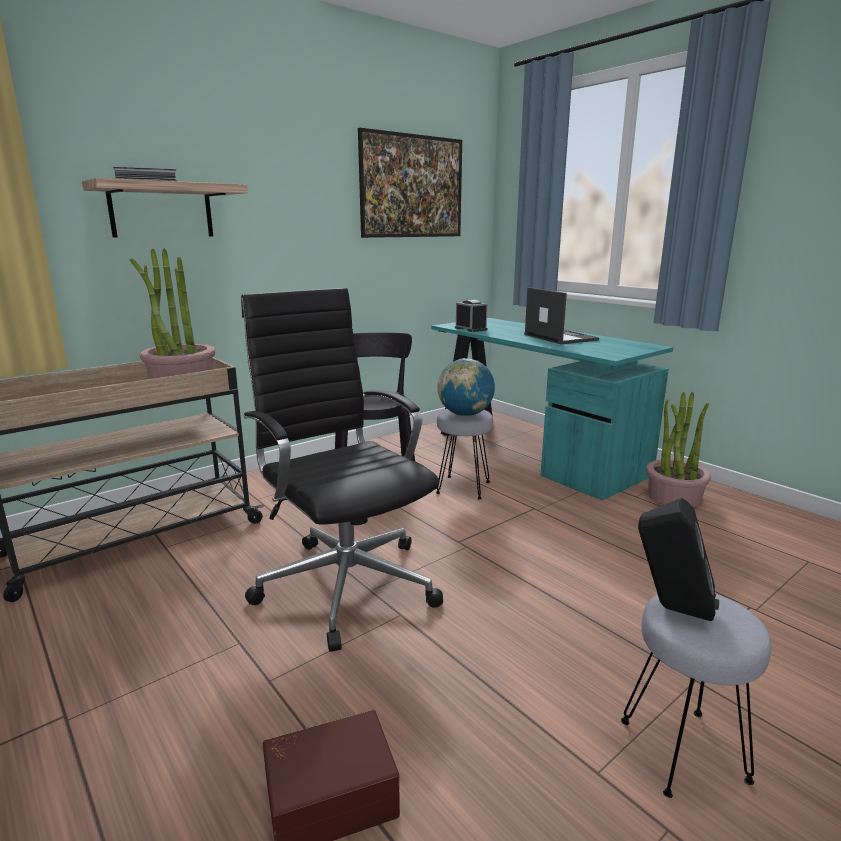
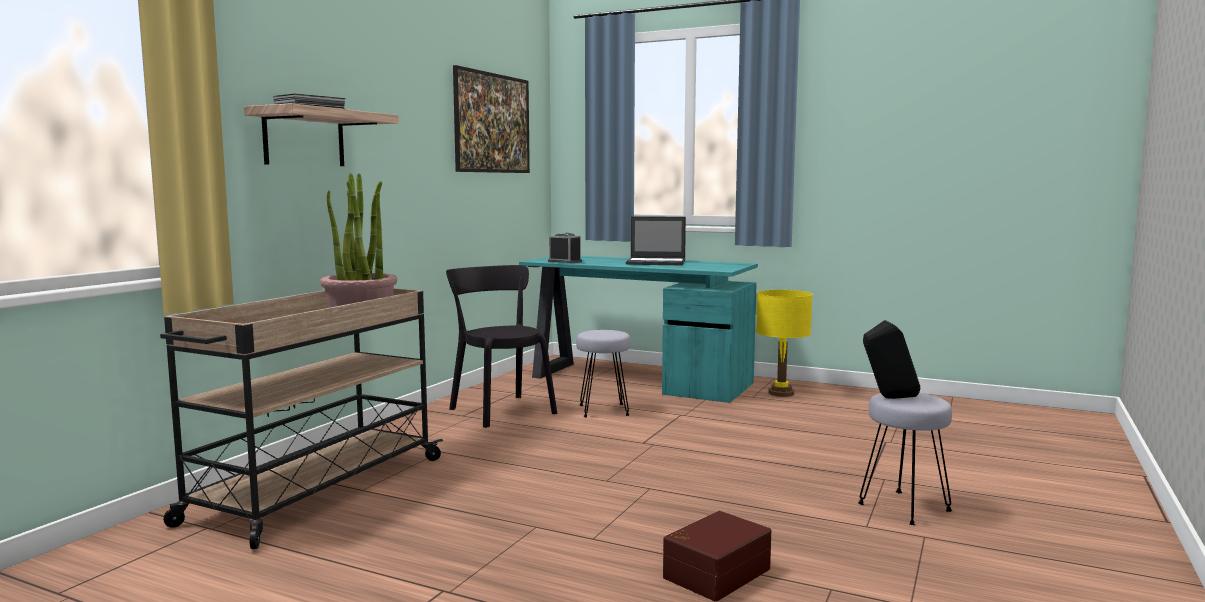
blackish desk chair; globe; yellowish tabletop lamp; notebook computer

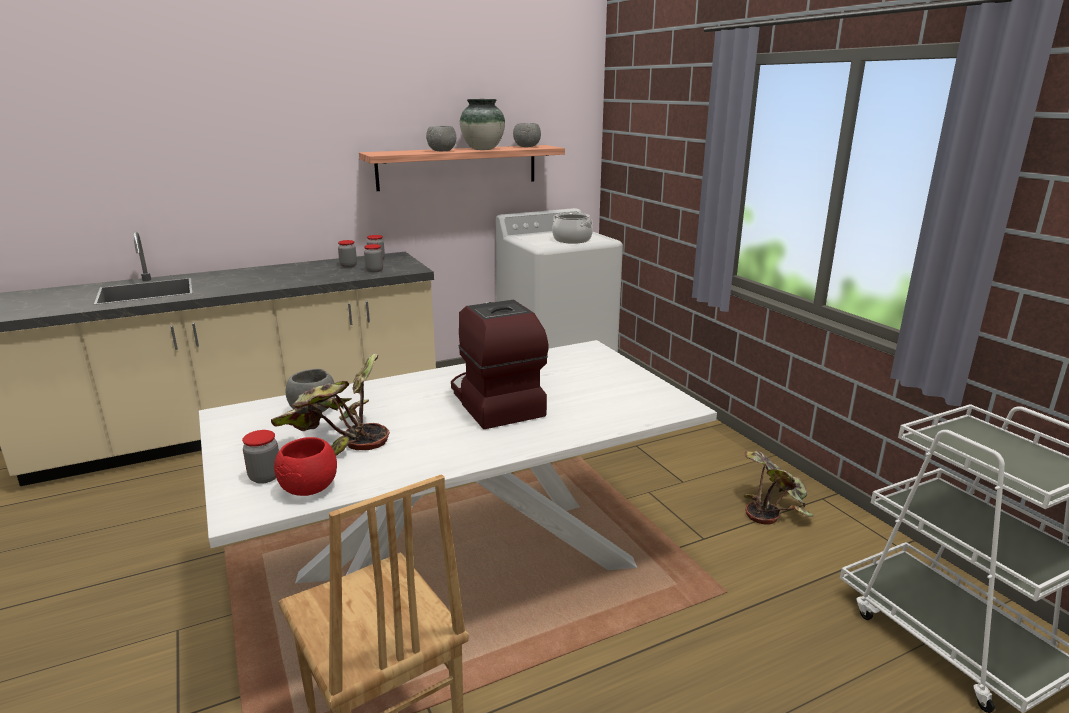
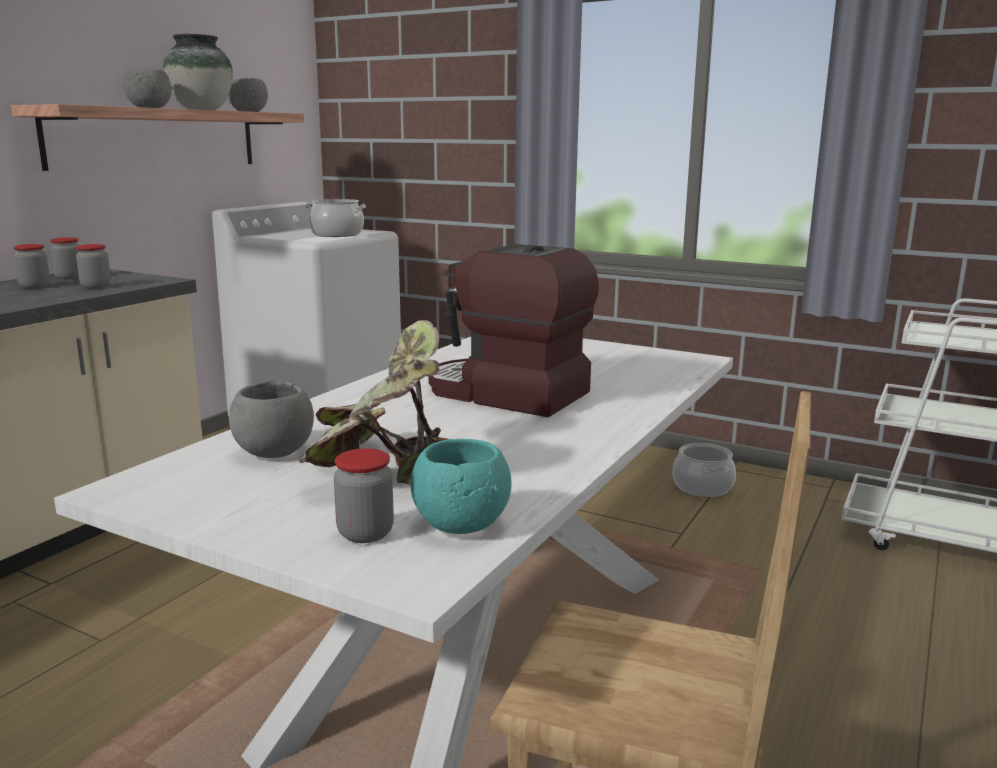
cooking pot (2nd from left); turquoise-coloured serving bowl

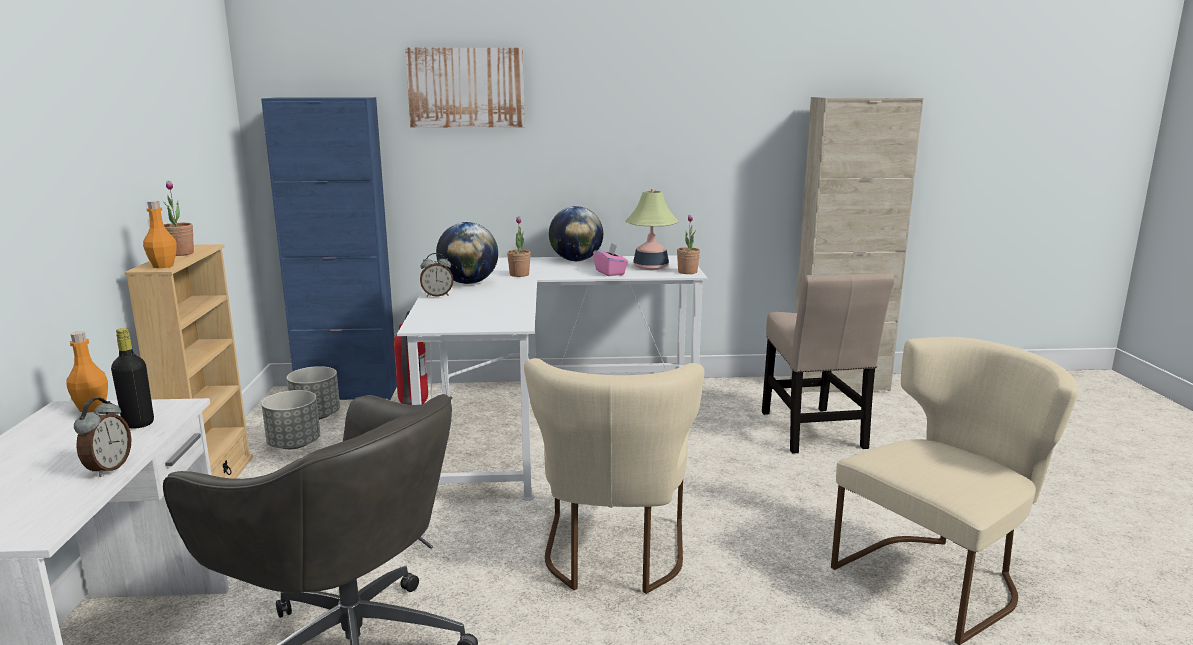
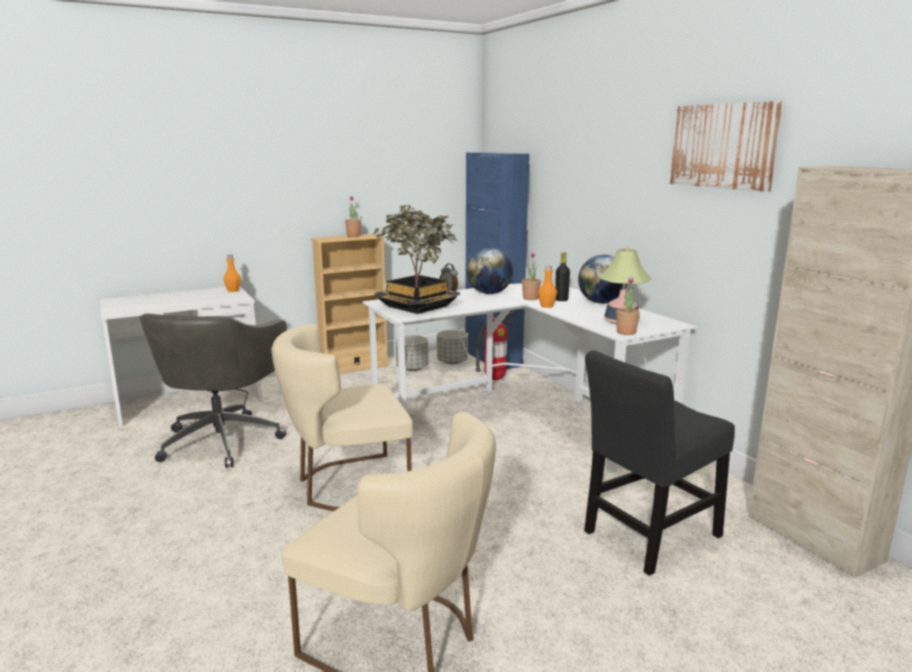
alarm clock (1st from left in the first image); pink-coloured box of tissues; plant in a pot (2nd from left); blackish beverage bottle; orange beverage bottle (2nd from left); wall art; blackish upright chair

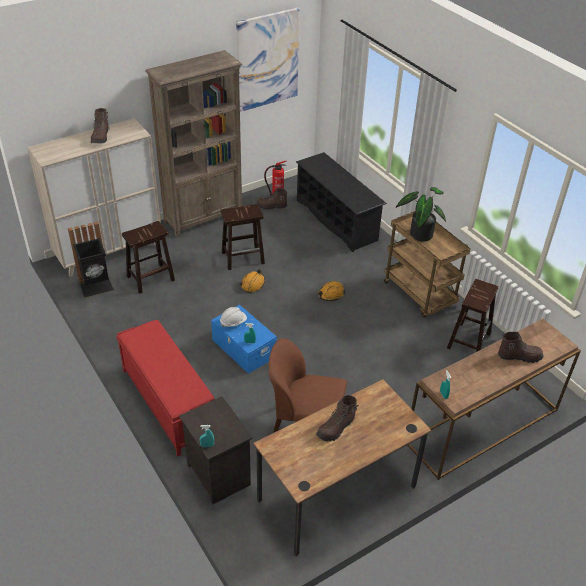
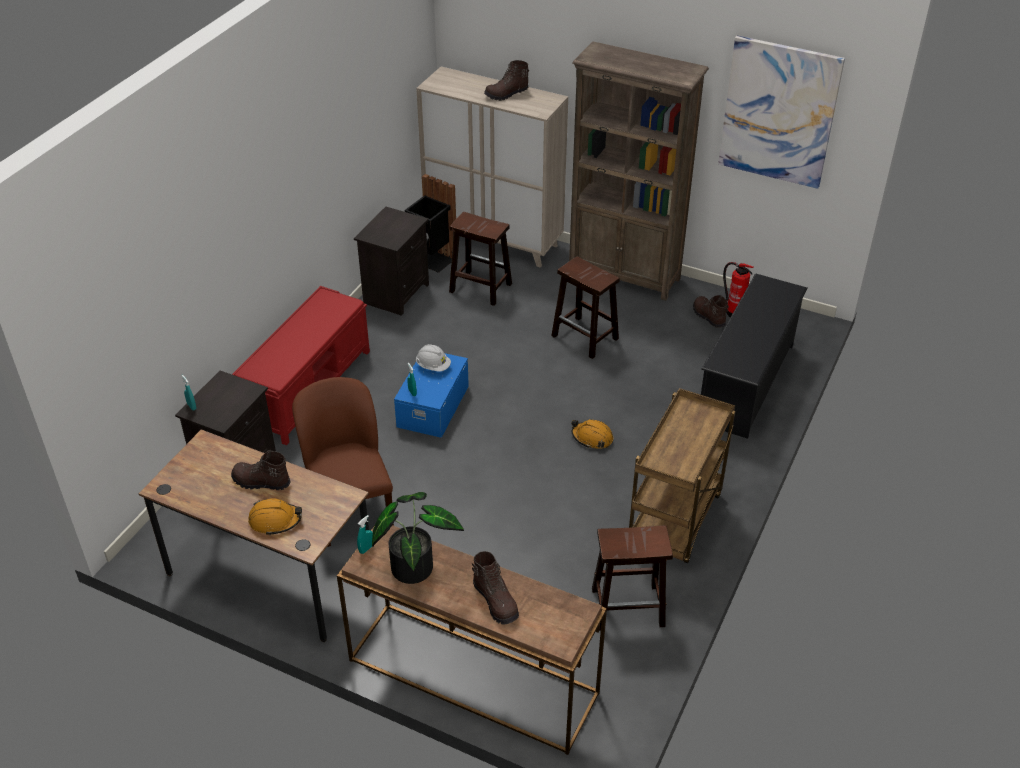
blackish bedside table (2nd from left); orange work helmet (1st from left); plant in a pot

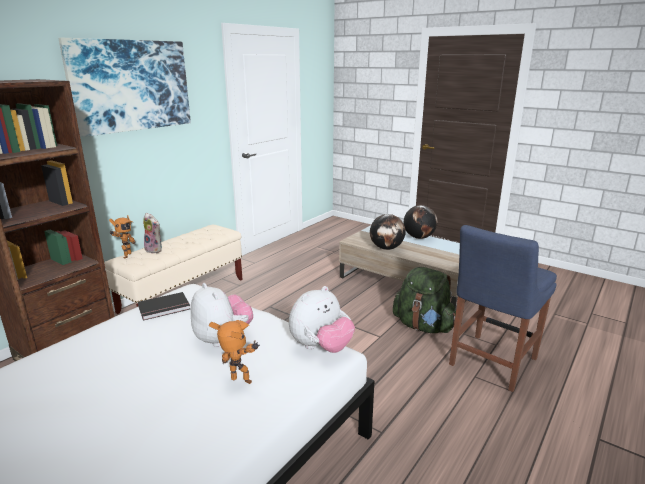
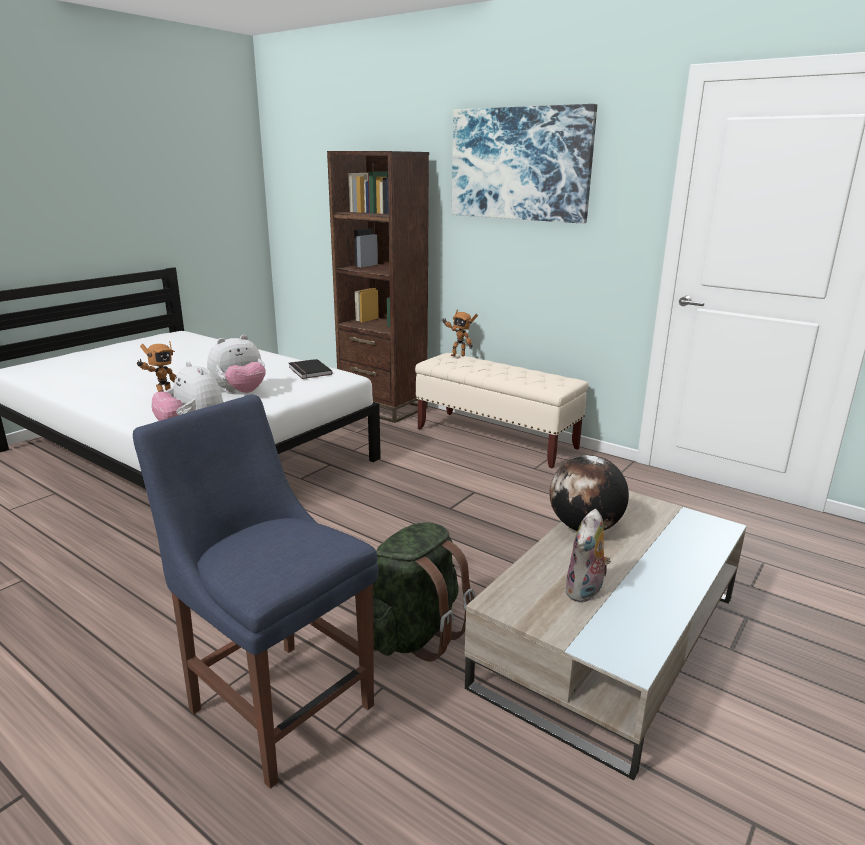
globe (2nd from left in the first image); cuddly toy (3rd from left)

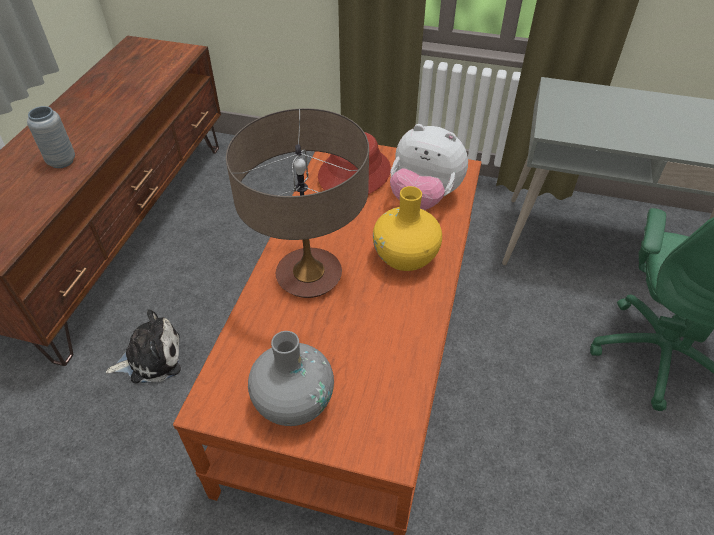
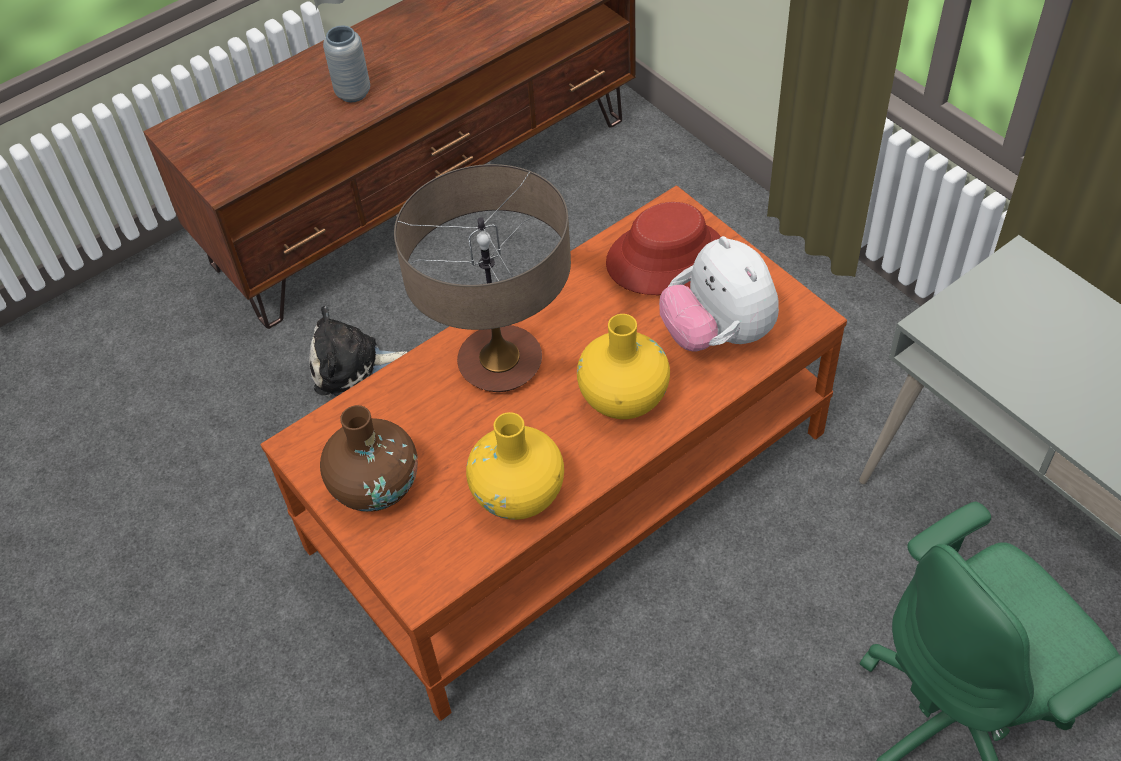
yellowish vase (1st from left); brownish vase; cuddly toy (1st from left)

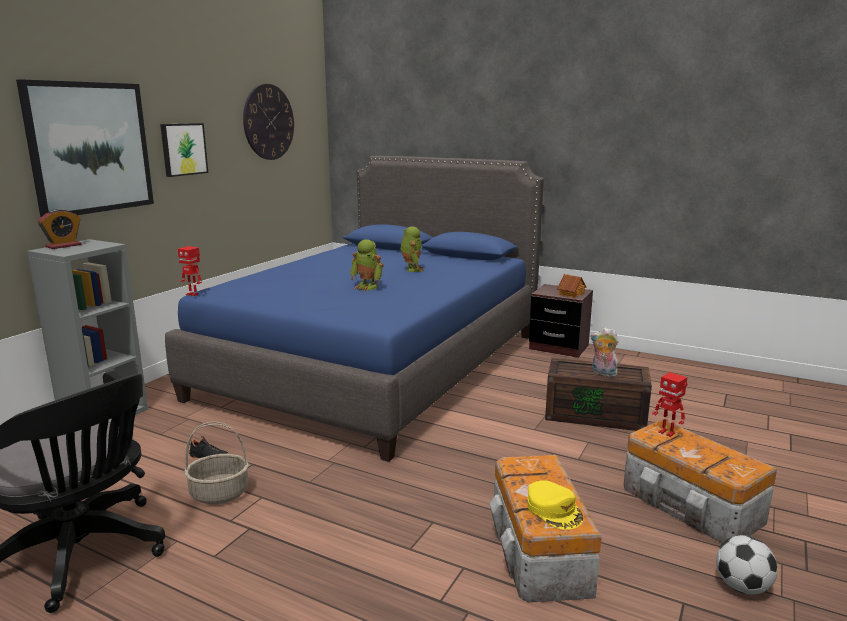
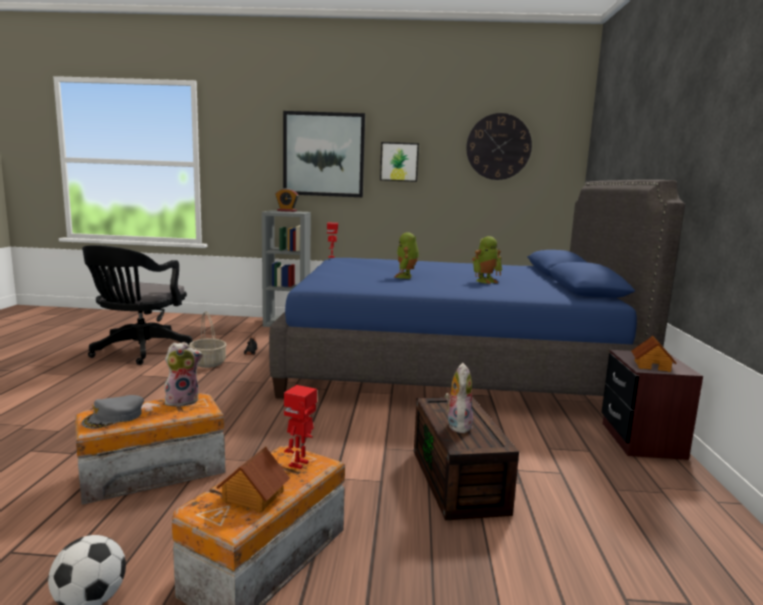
cuddly toy (1st from left); miniature house (1st from left); greyish cap

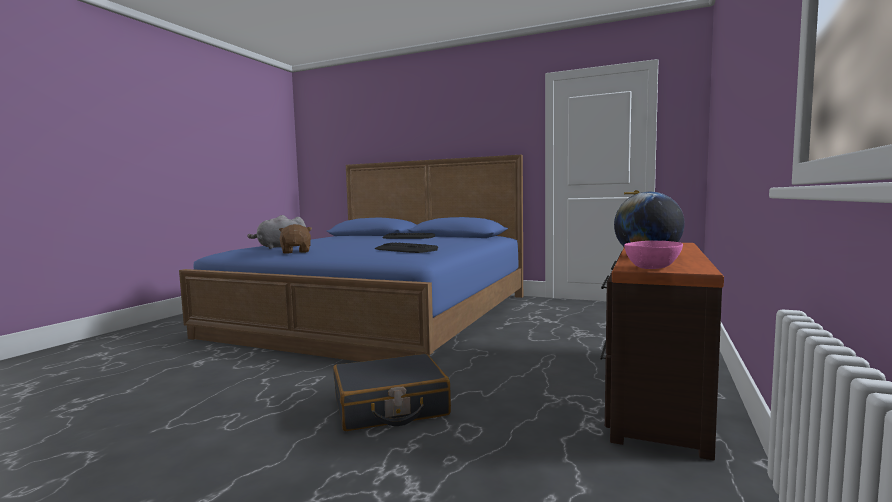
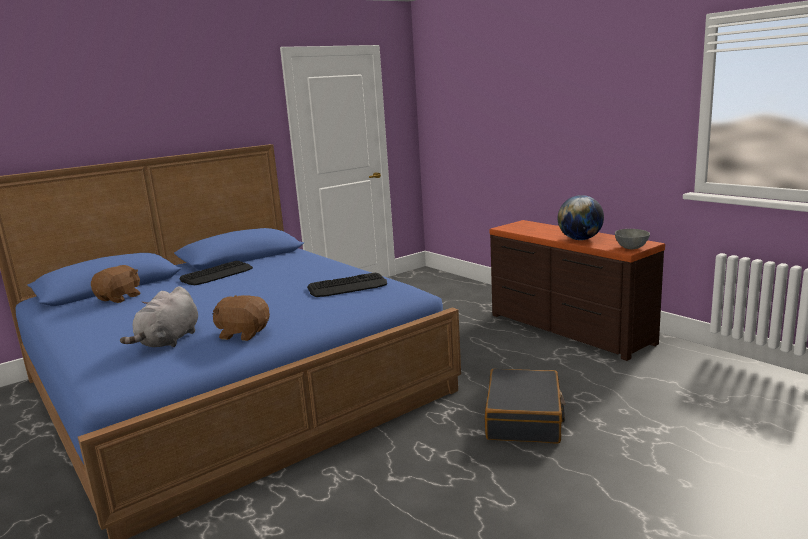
brownish cuddly toy (1st from left); greyish serving bowl

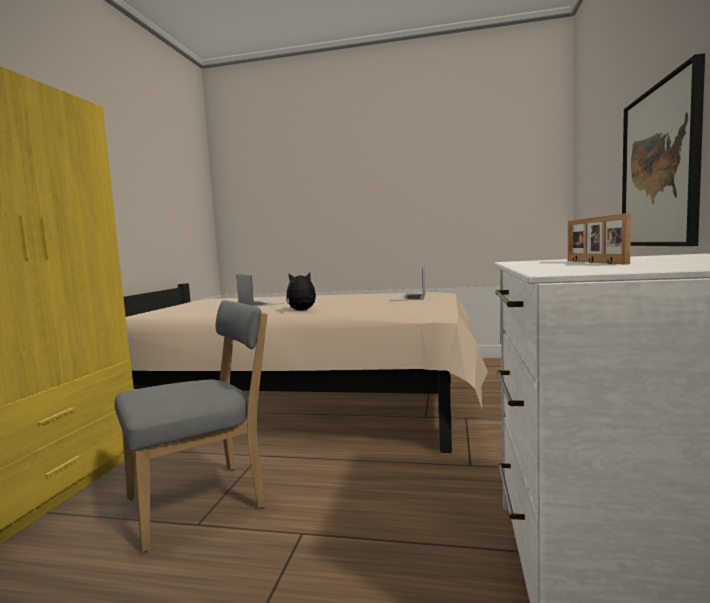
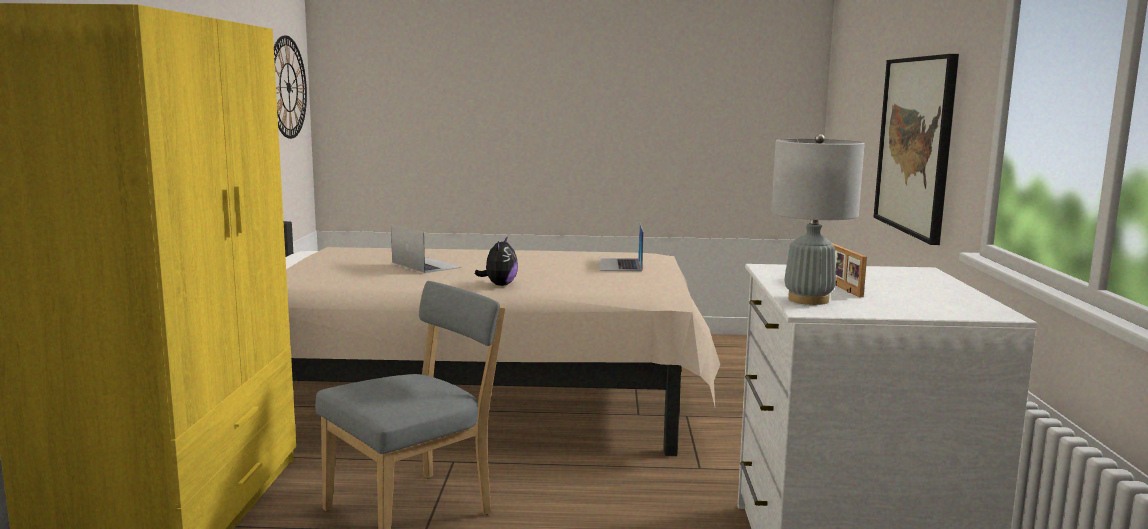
clock on the wall; greyish tabletop lamp; cuddly toy

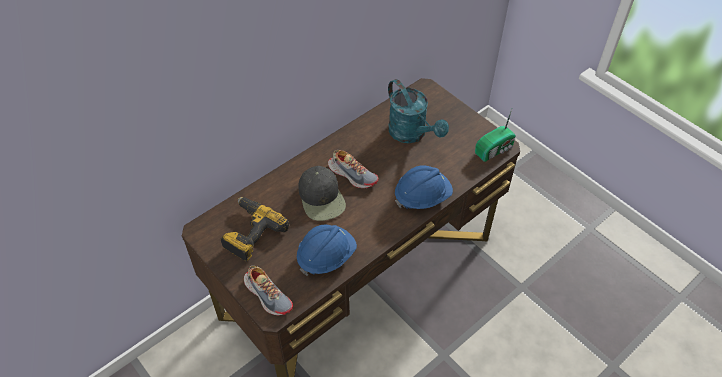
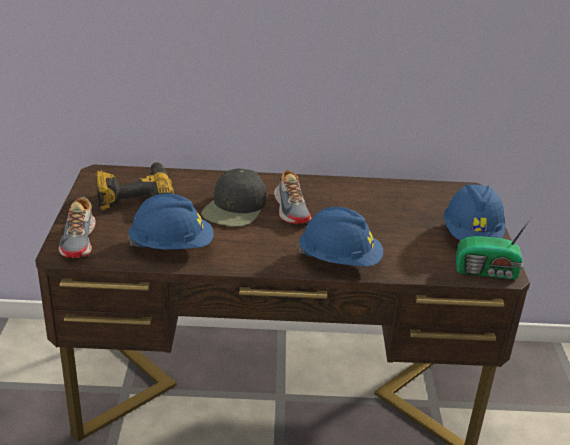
turquoise-coloured watering can; blue work helmet (3rd from left)

